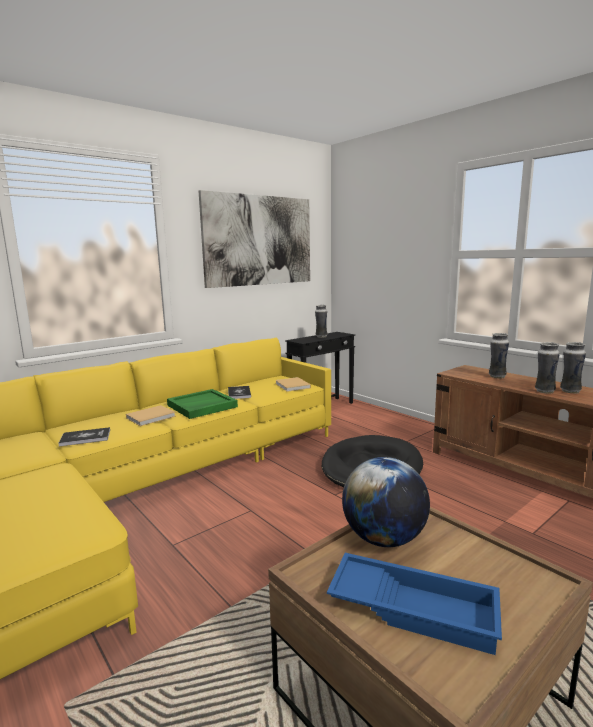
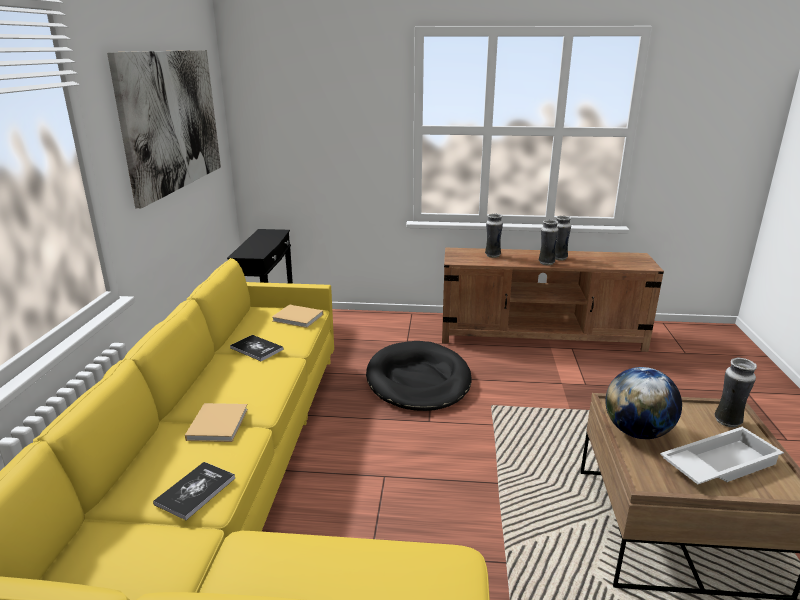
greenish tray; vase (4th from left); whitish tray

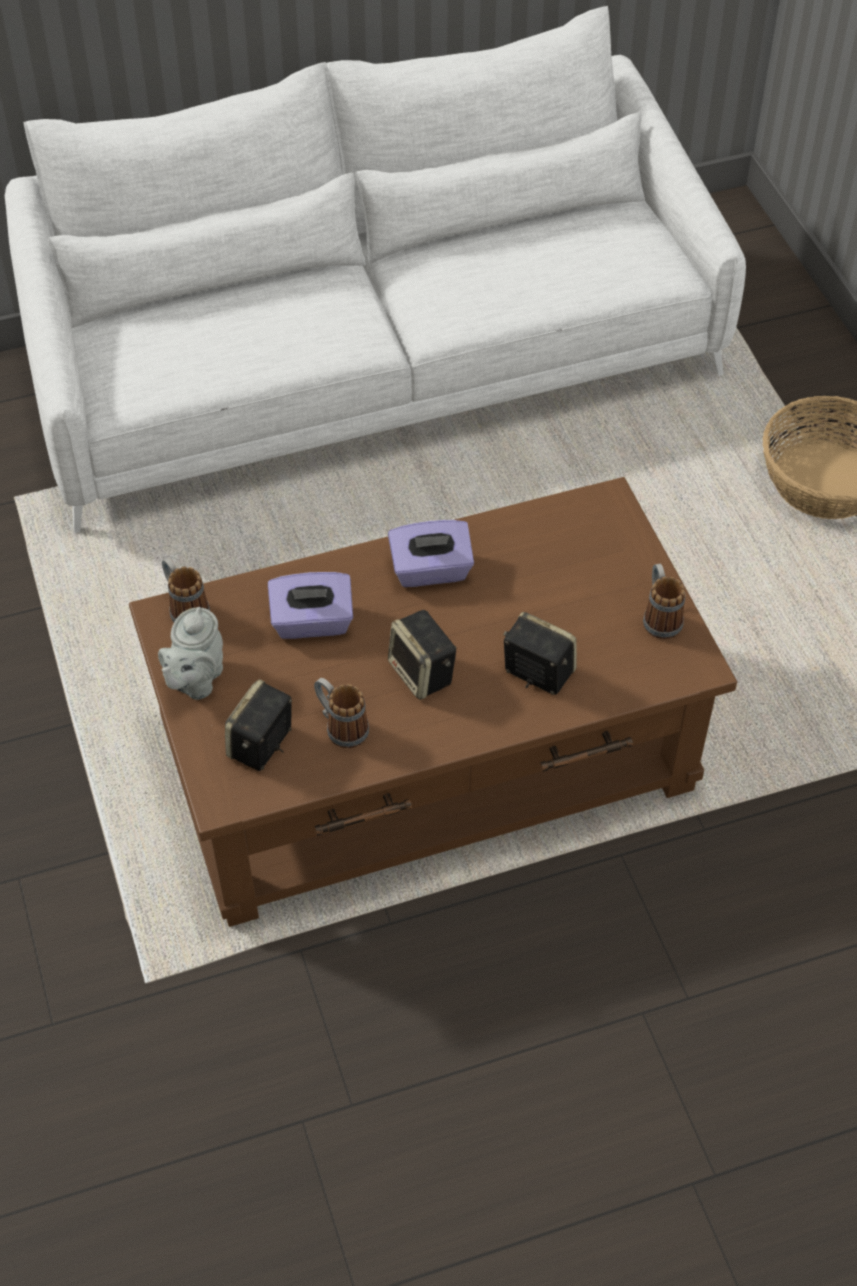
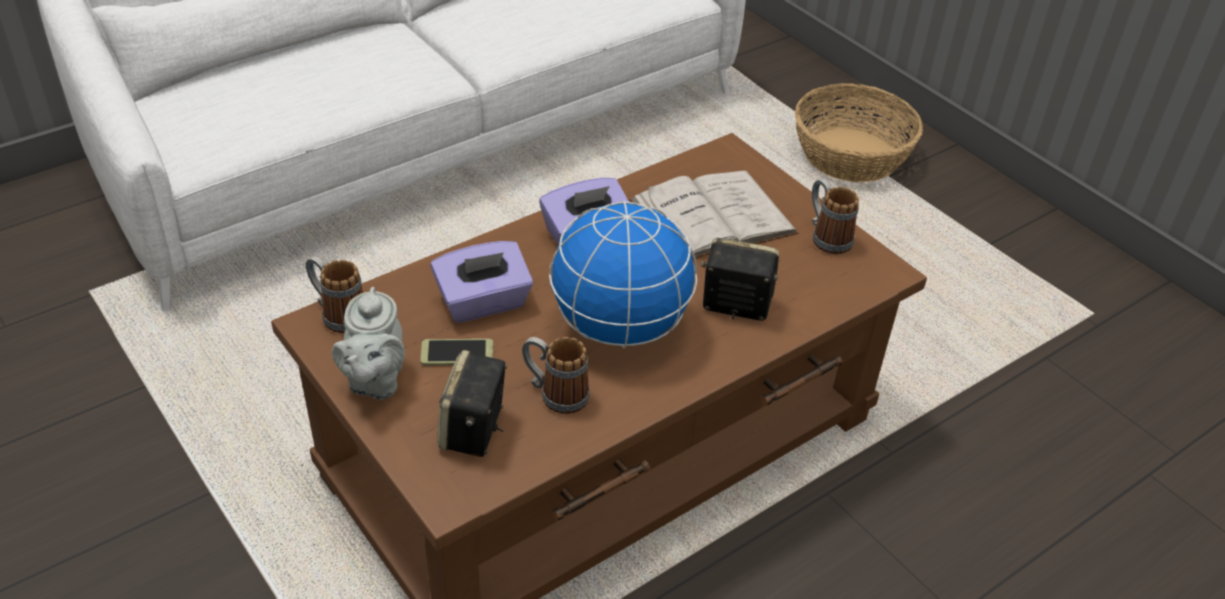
telephone; whitish bound book; globe

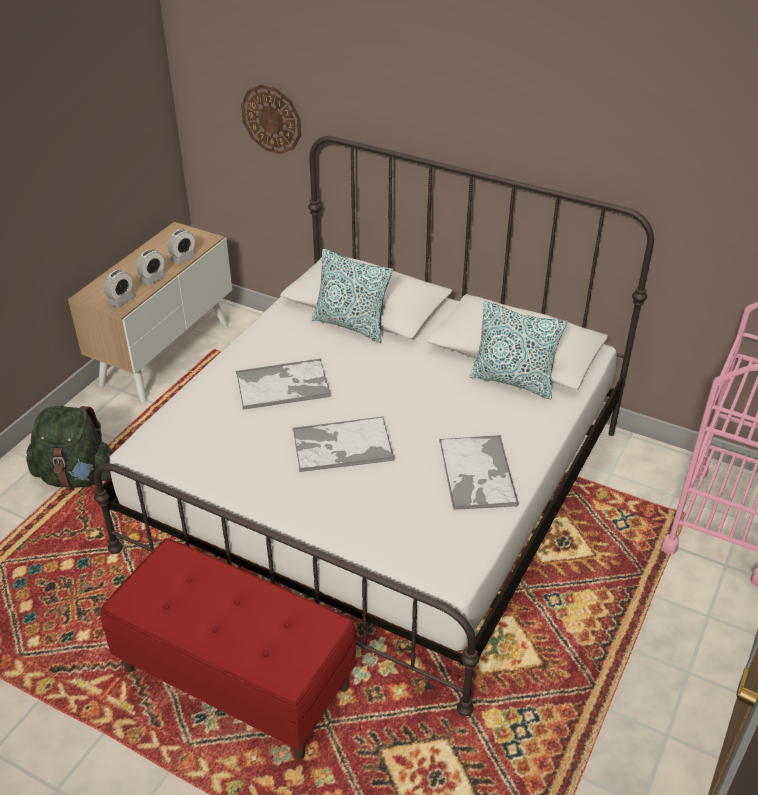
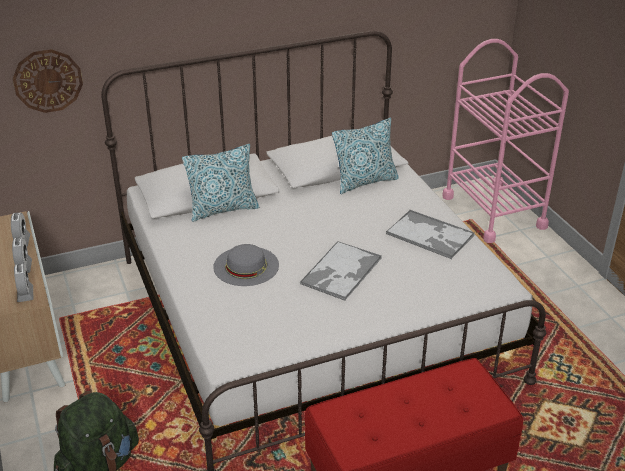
greyish wearable hat

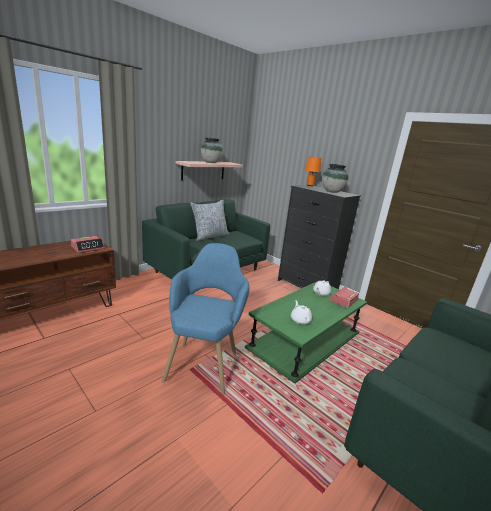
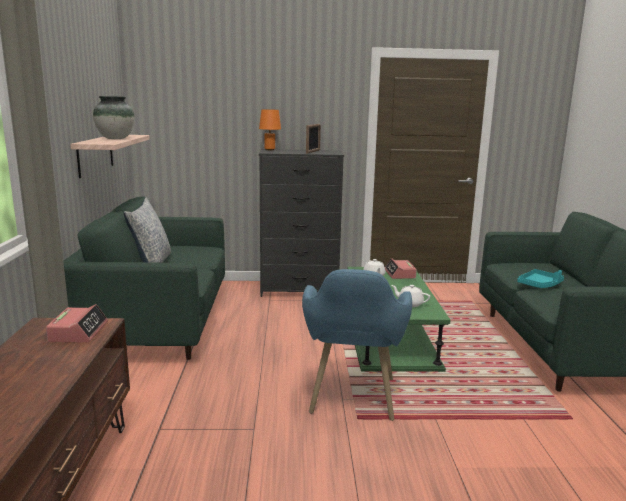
turquoise-coloured tray; standing frame; blue armchair

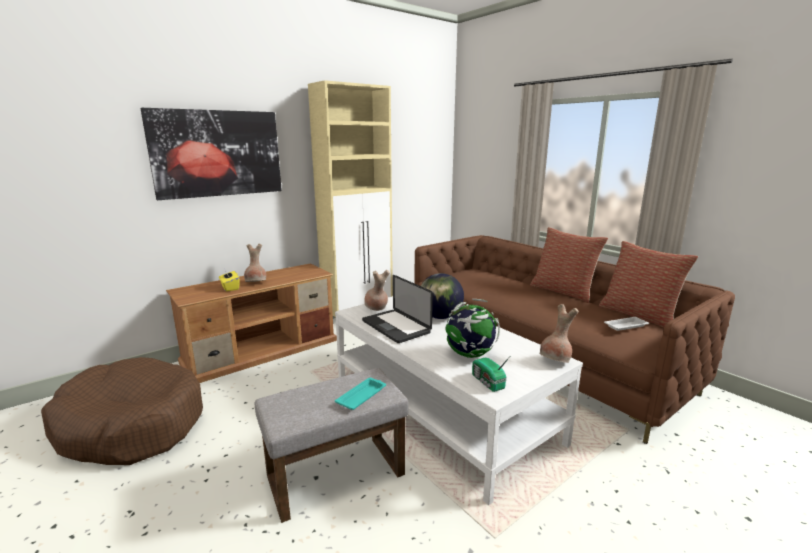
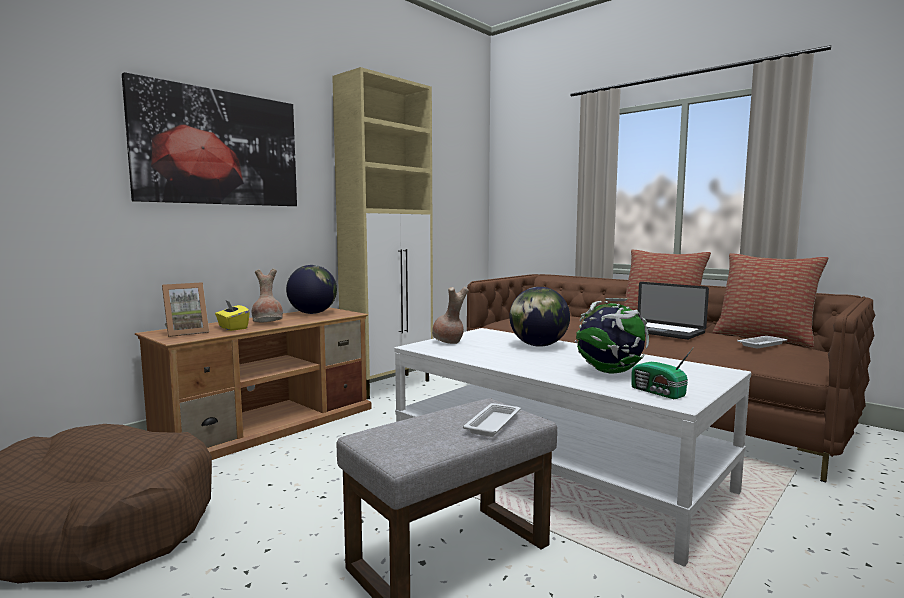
brownish vase (3rd from left in the first image); standing frame; globe (1st from left); notebook computer; whitish tray (1st from left)

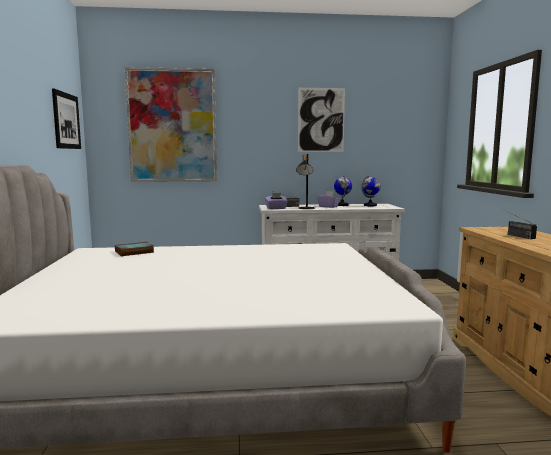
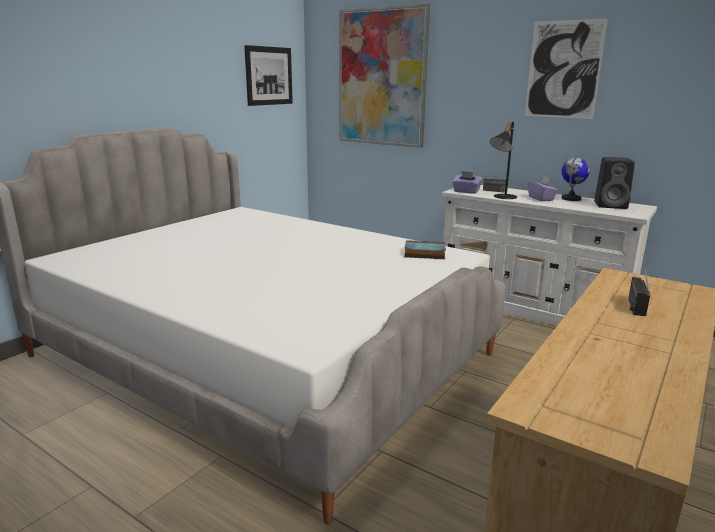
bound book; blackish loudspeaker

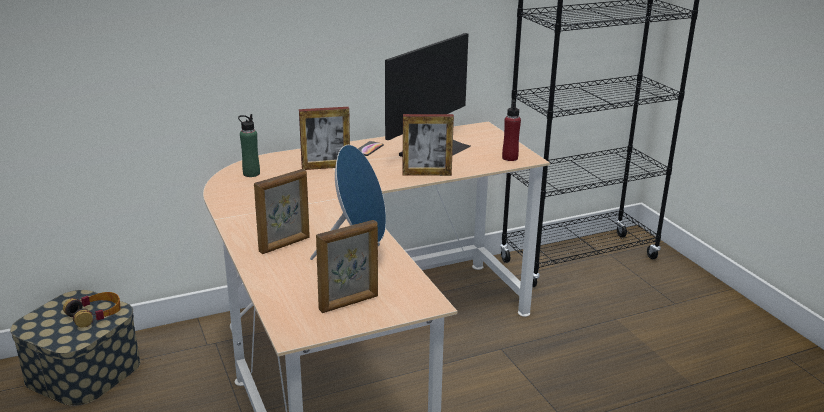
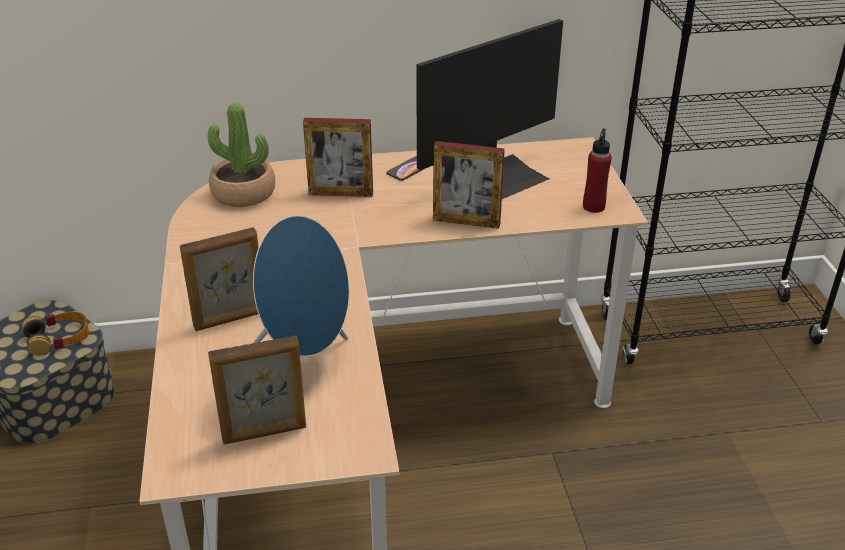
plant in a pot

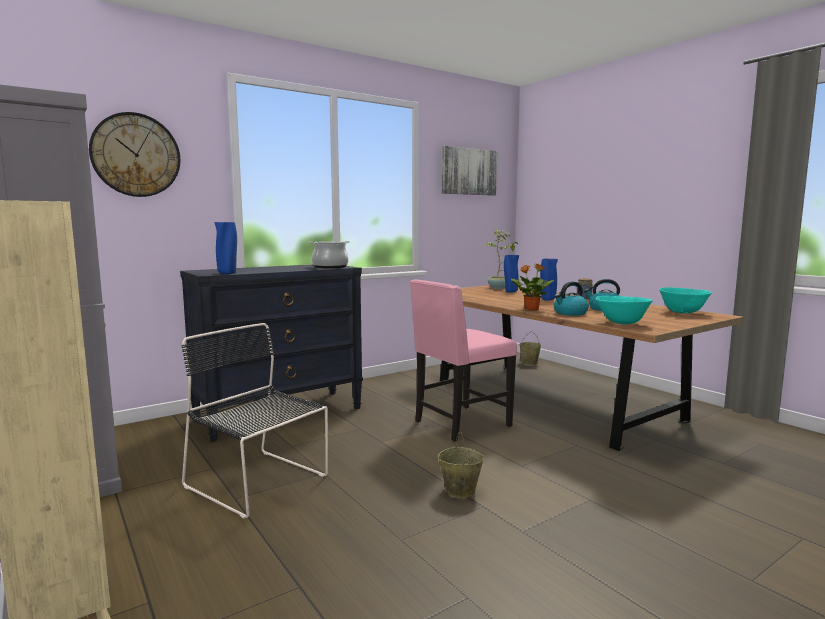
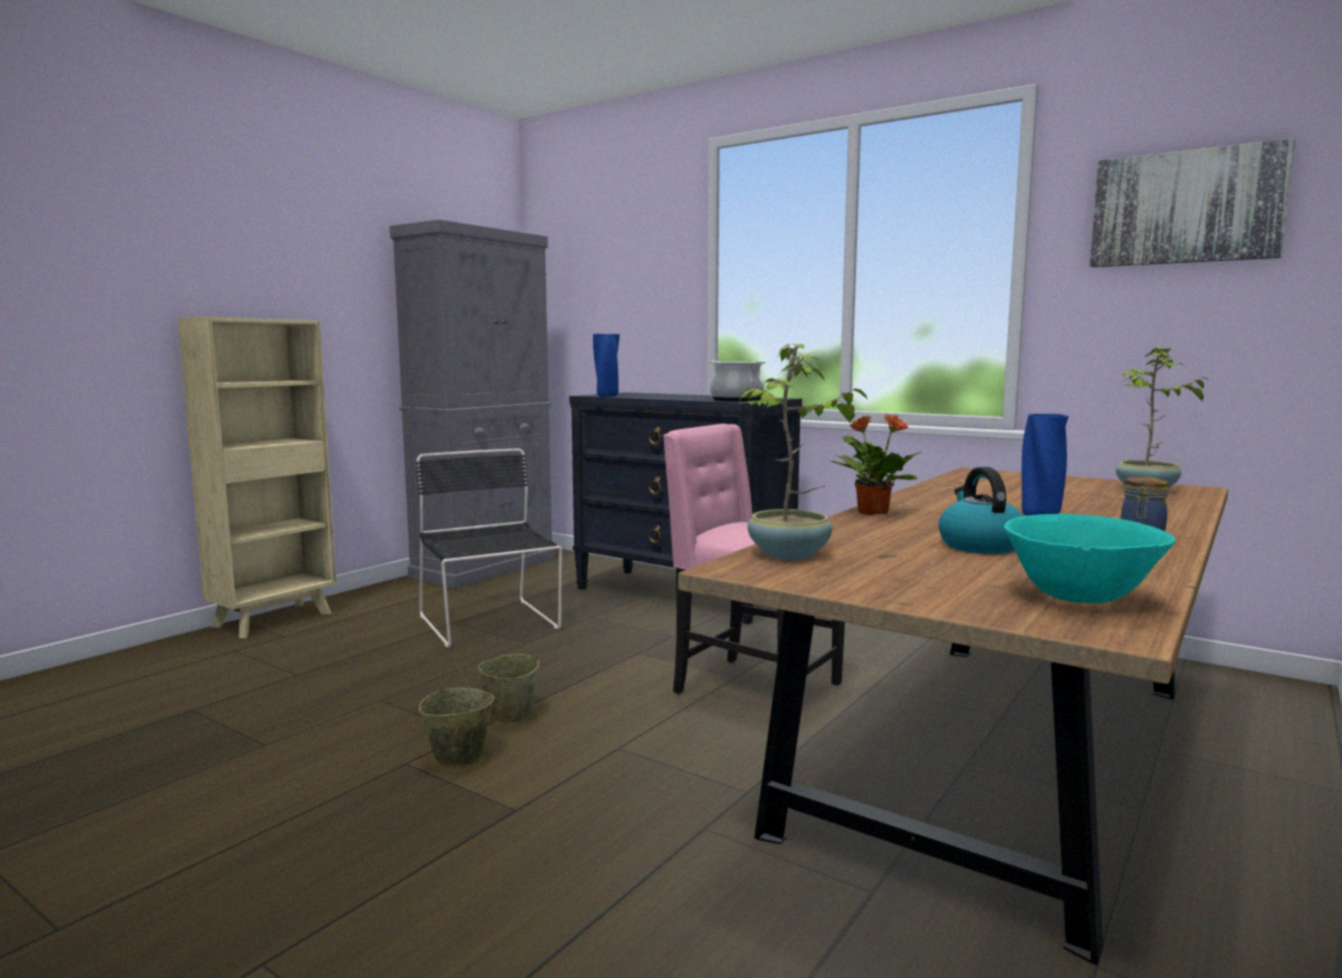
clock on the wall; blue vase (2nd from left in the first image); kettle (1st from left in the first image); beige-coloured pail (1st from left); plant in a pot (1st from left); blackish upright chair

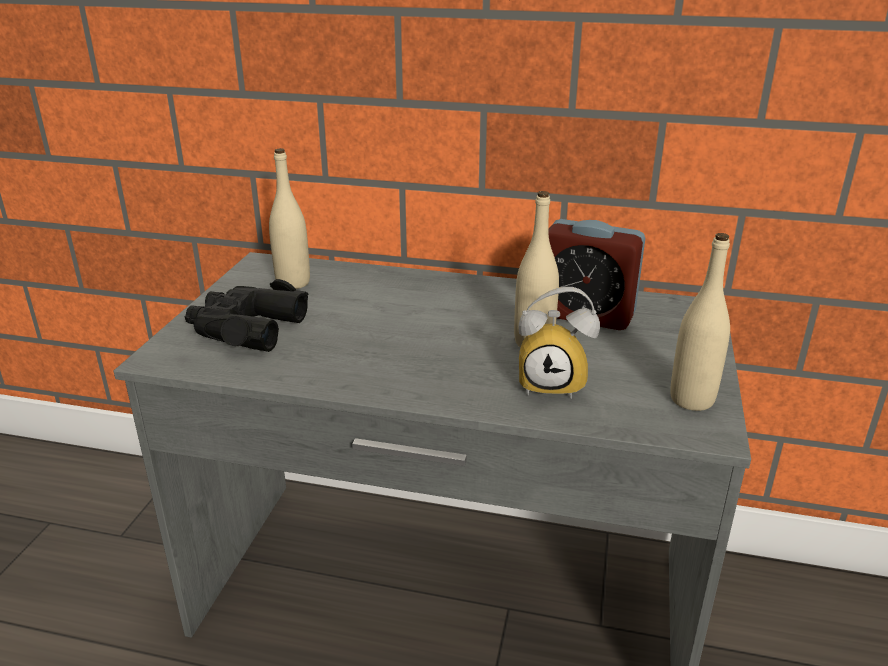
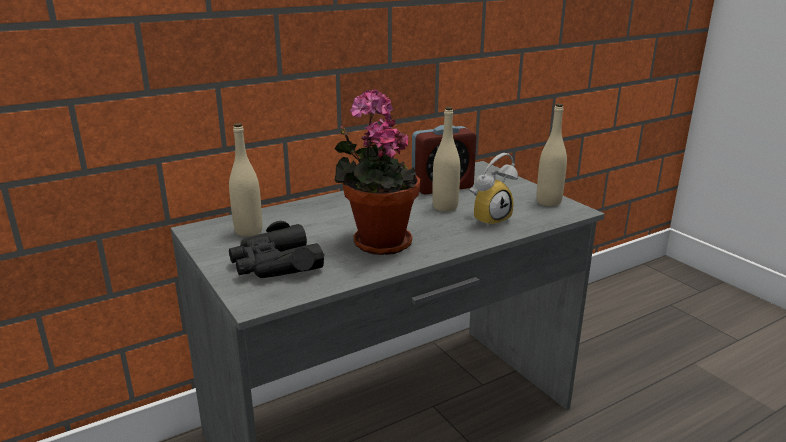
plant in a pot

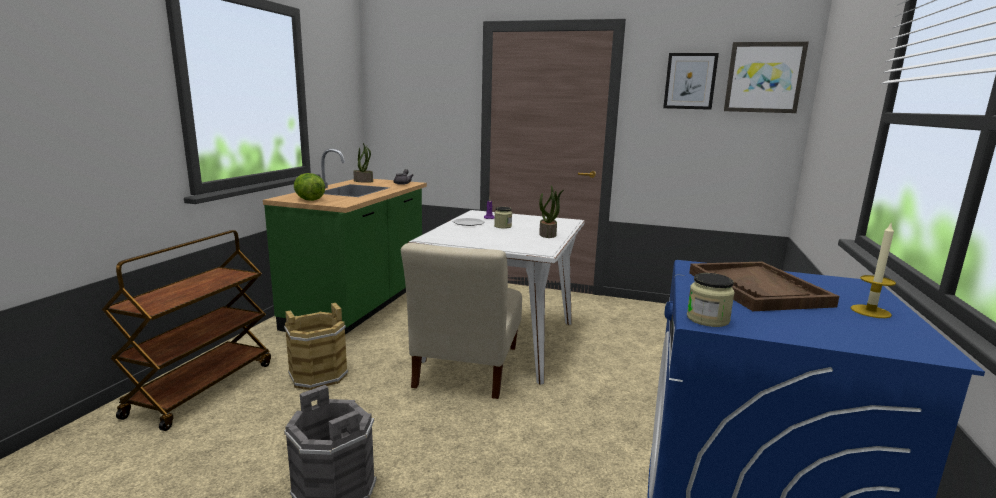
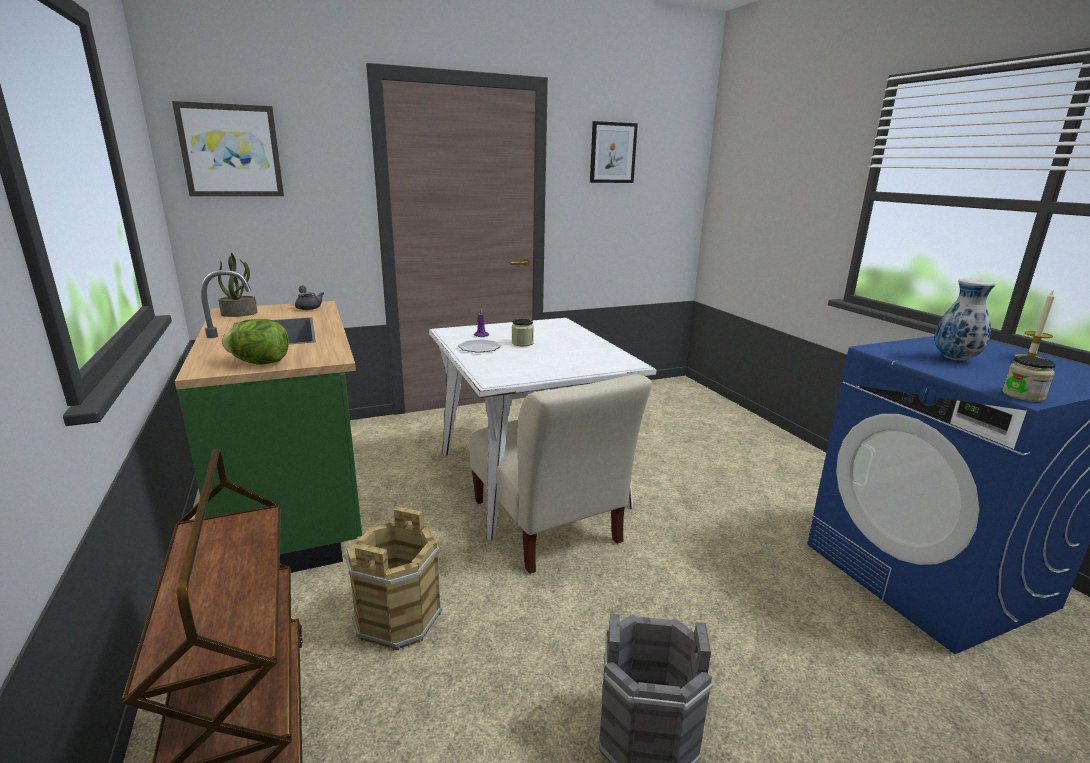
plant in a pot (2nd from left in the first image); wall art (1st from left); vase

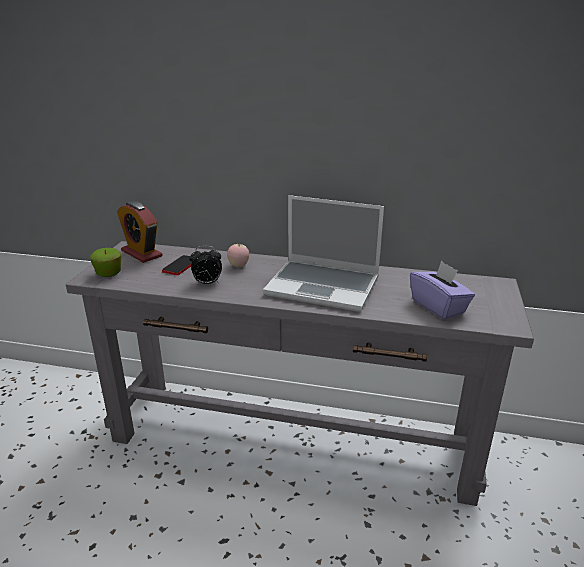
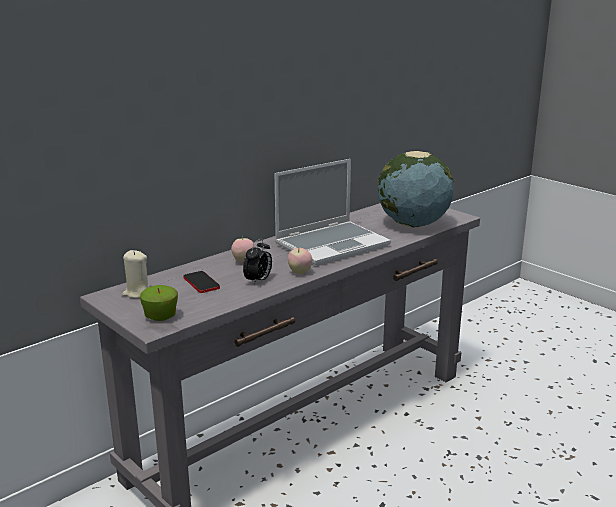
apple (3rd from left); beige-coloured wax light; globe

